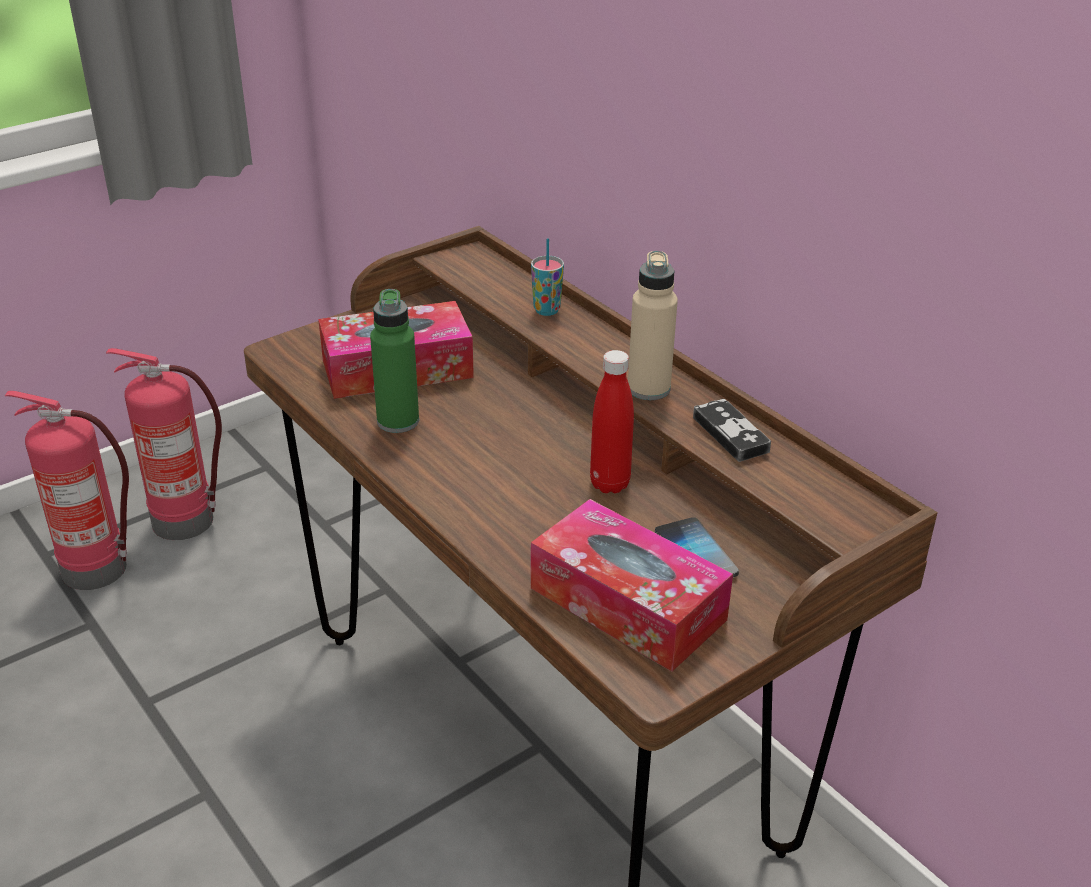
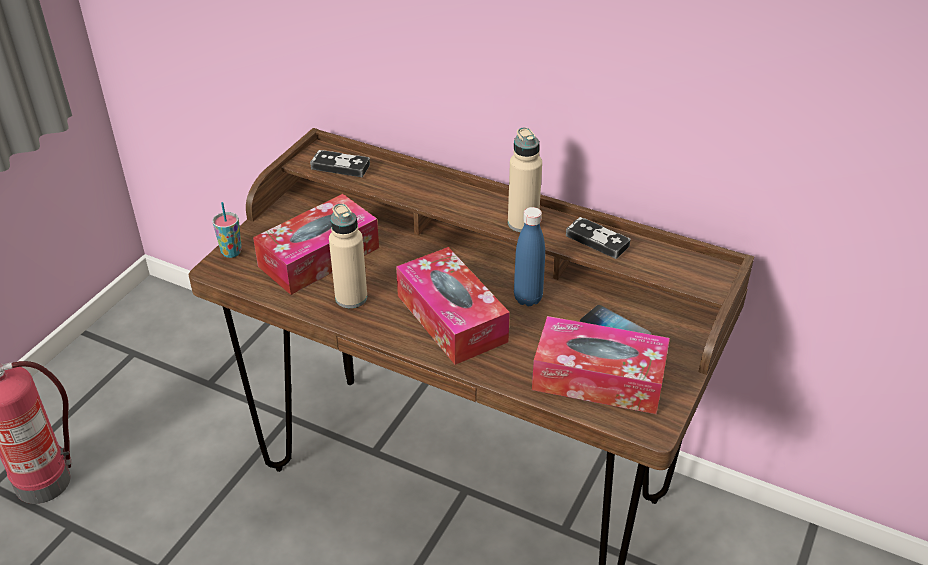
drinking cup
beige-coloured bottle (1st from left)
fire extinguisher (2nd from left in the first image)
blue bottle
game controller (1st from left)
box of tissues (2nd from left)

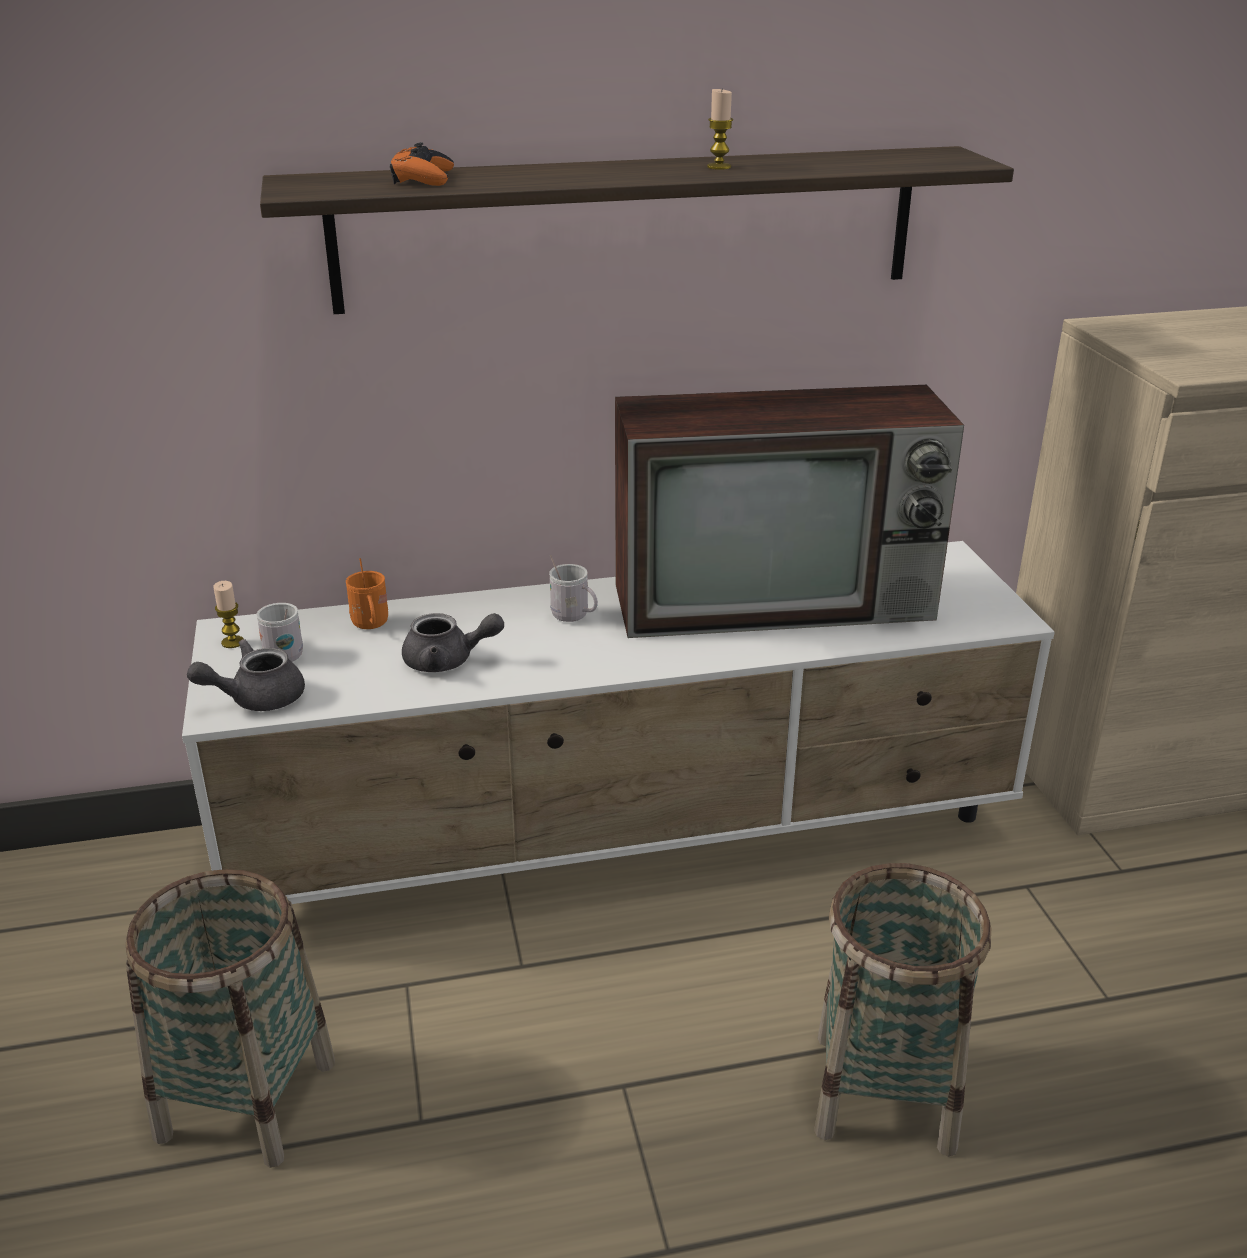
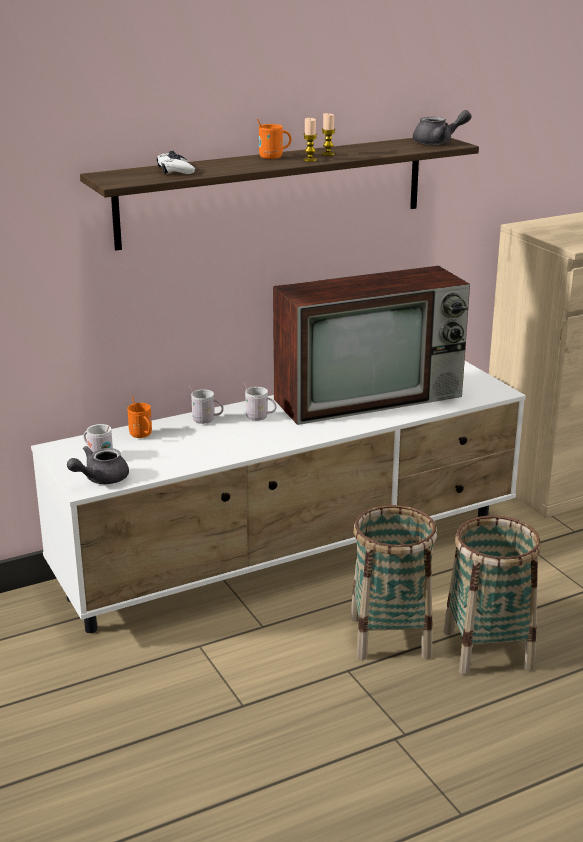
white game controller
candle (1st from left)
gray tea pot (2nd from left)
storage basket (1st from left)
orangey coffee mug (2nd from left)
white coffee mug (2nd from left)

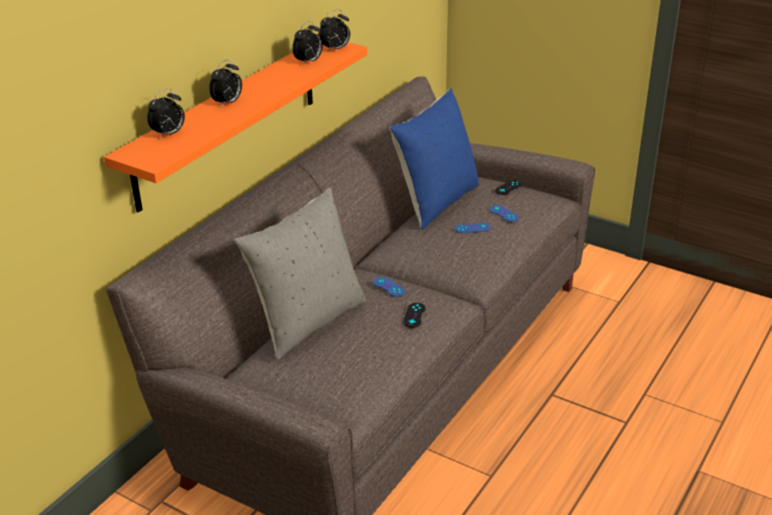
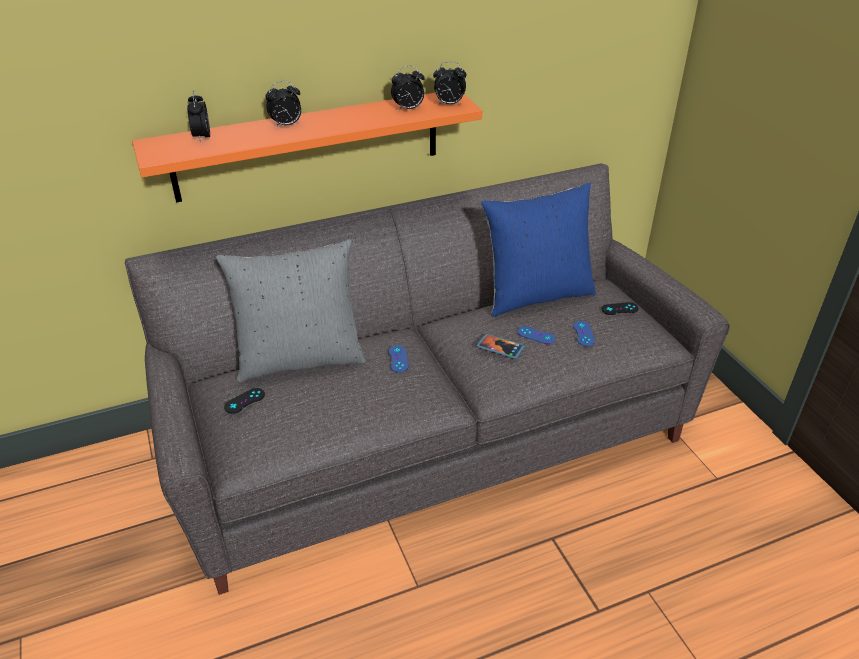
table clock (1st from left)
black game controller (1st from left)
phone

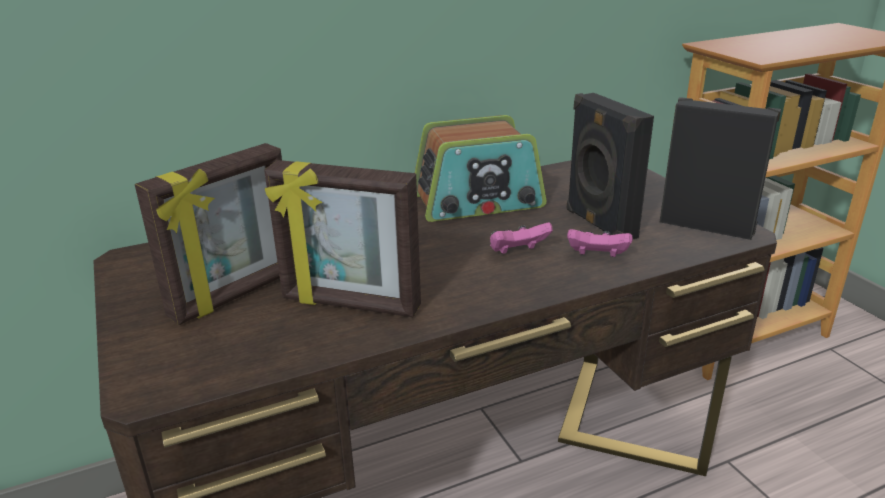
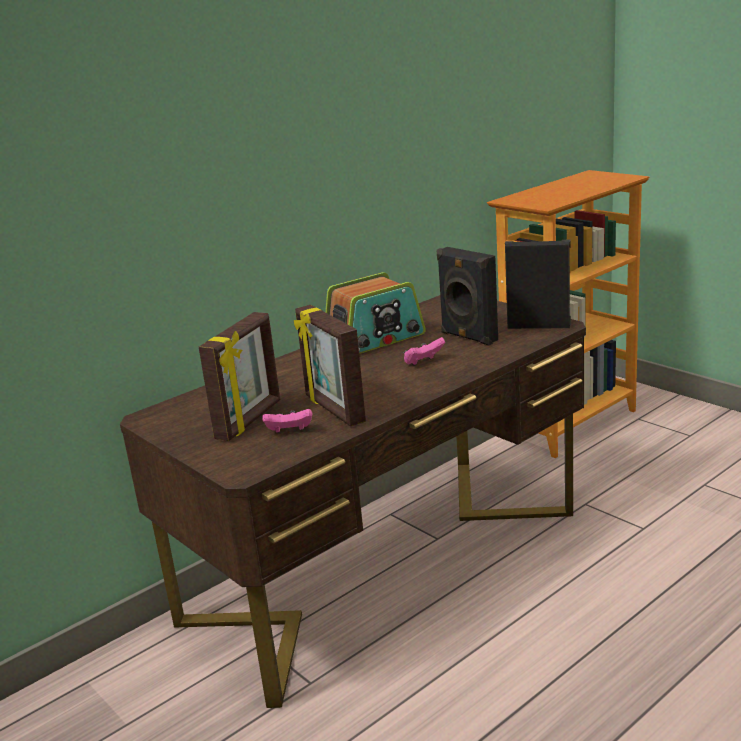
standing frame (2nd from left)
pink game controller (1st from left)

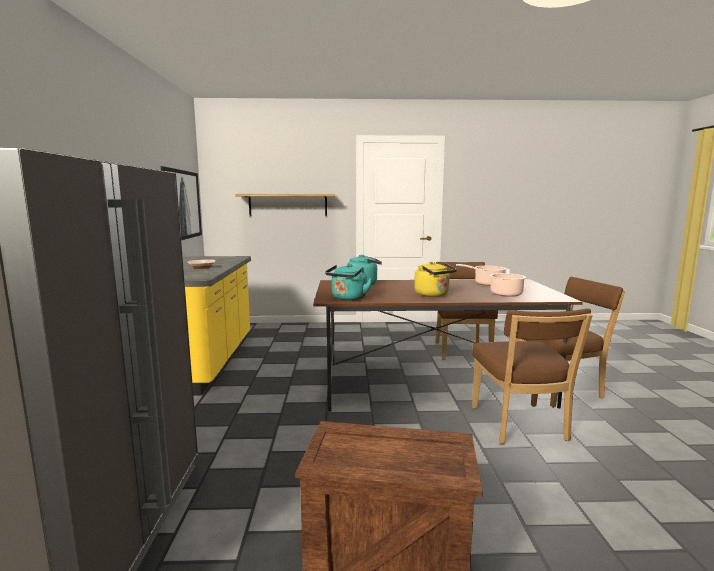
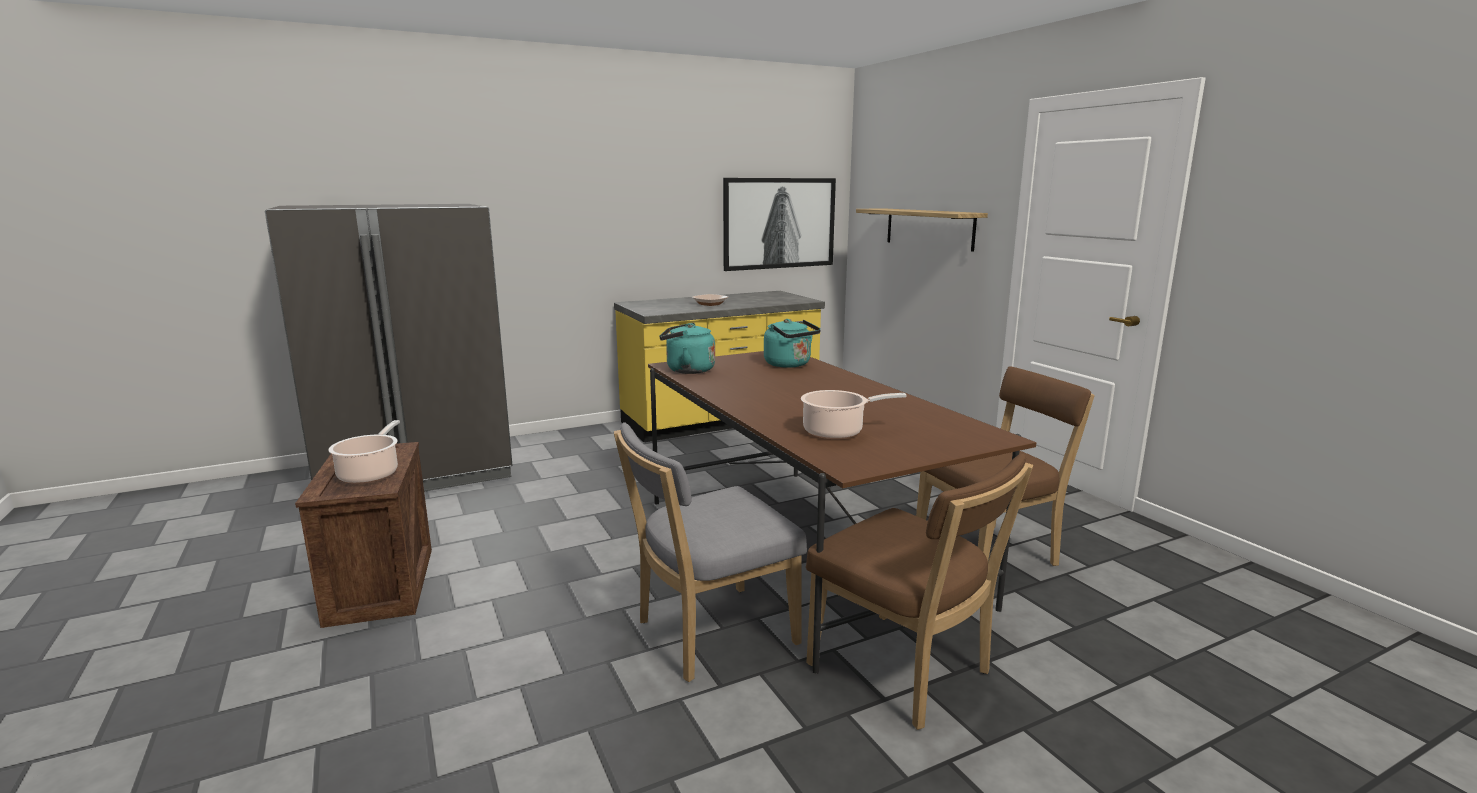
yellow-coloured tea kettle
saucepot (1st from left)
gray plain chair

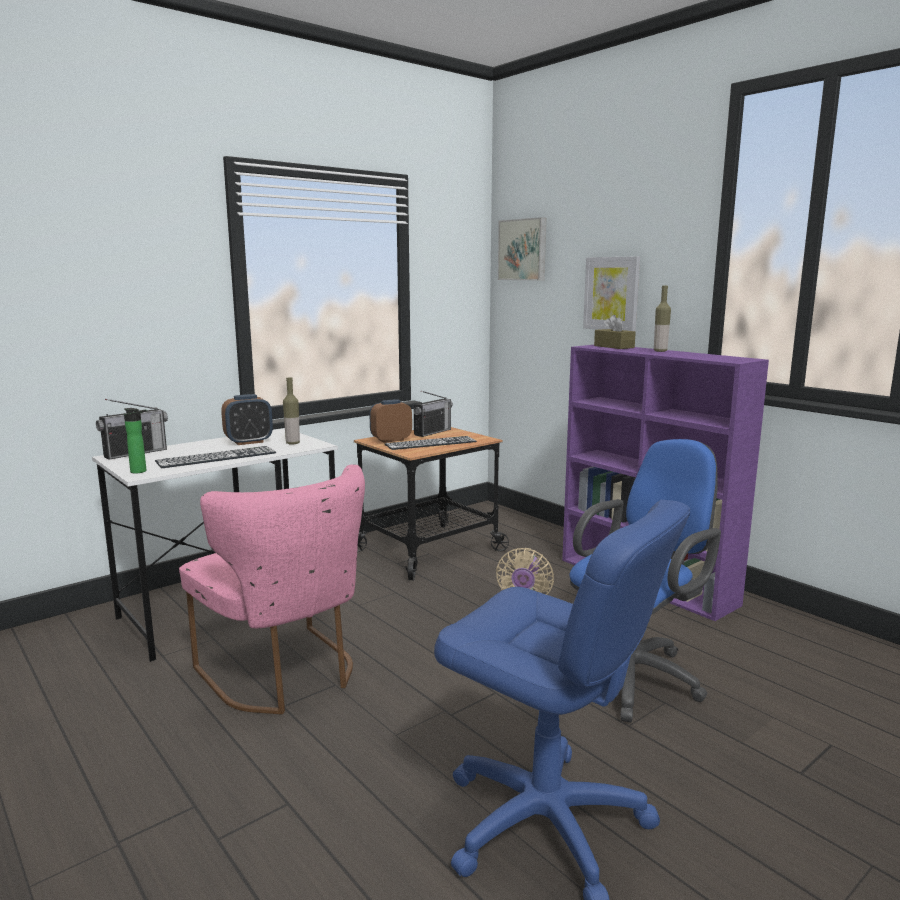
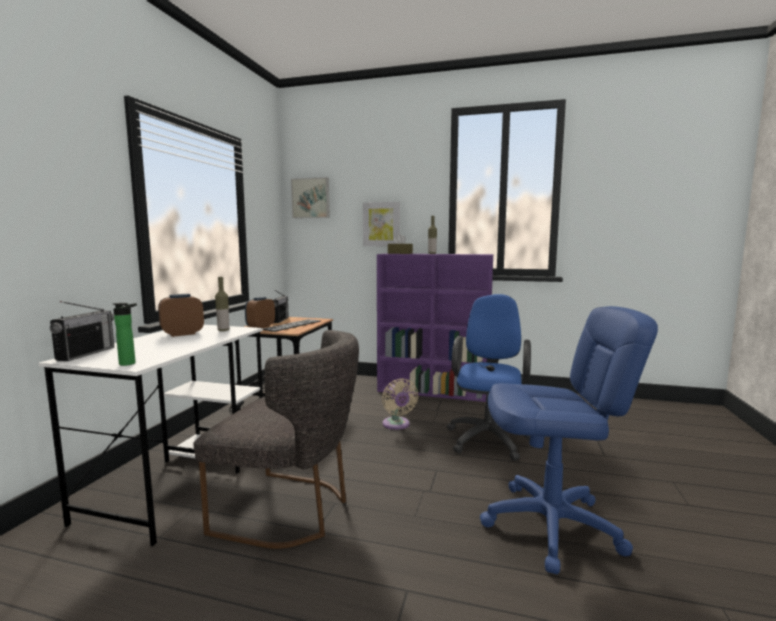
table clock (1st from left)
computer keyboard (1st from left in the first image)
gray plain chair

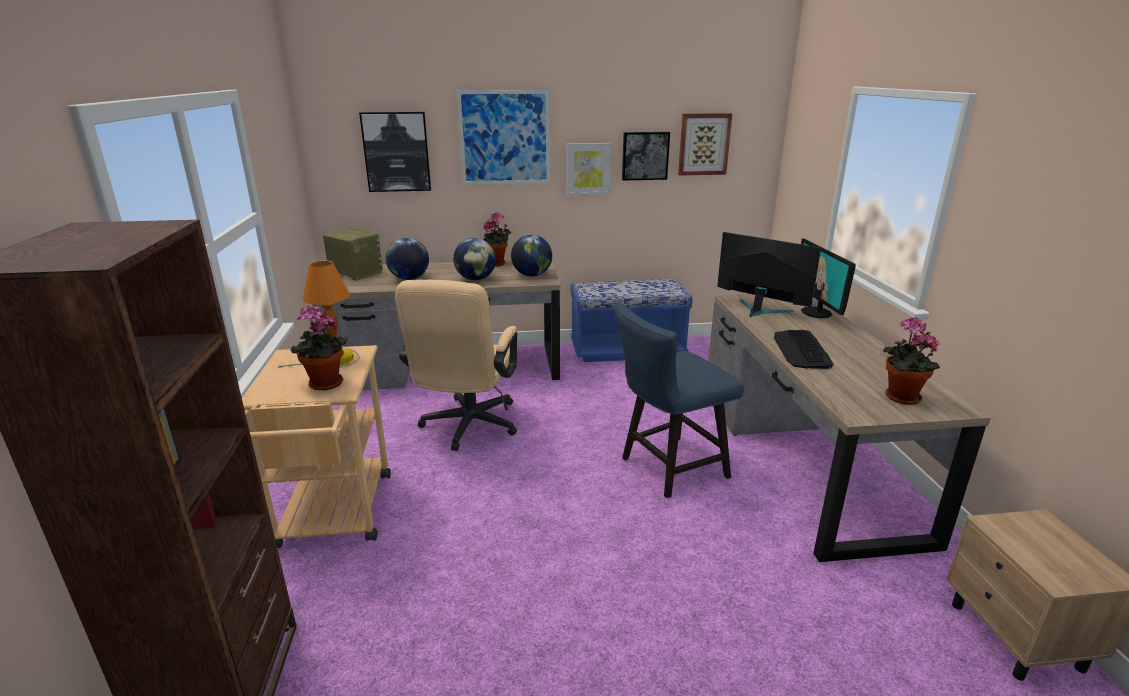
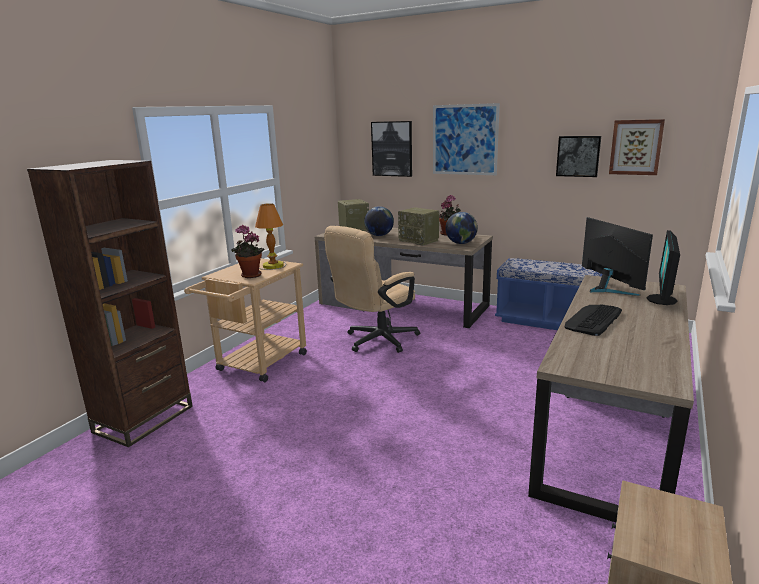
picture (3rd from left in the first image)
radio receiver (2nd from left)
blue plain chair
potted plant (3rd from left in the first image)

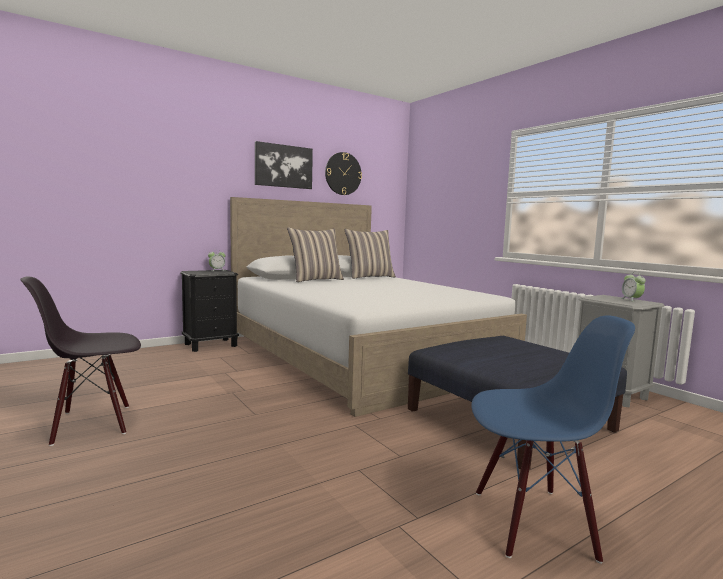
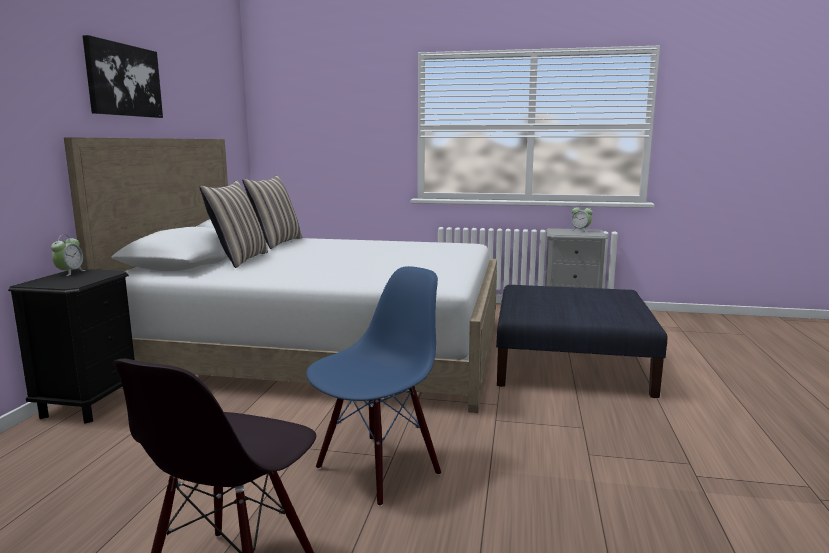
clock on the wall
blue plain chair

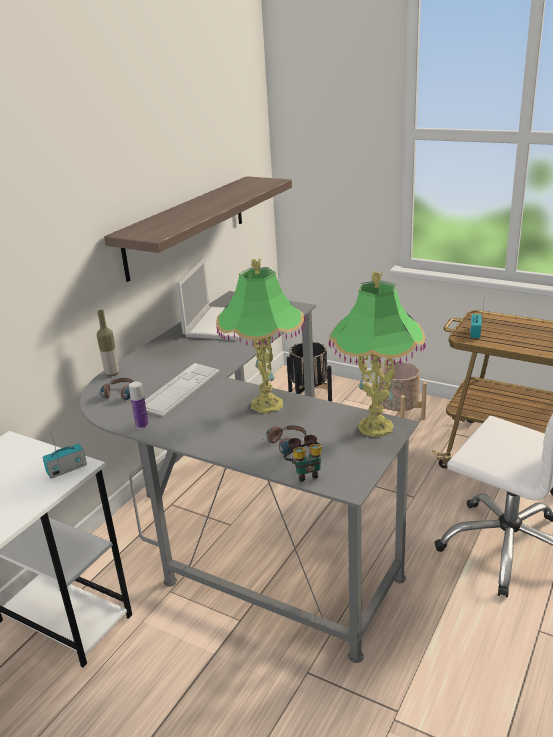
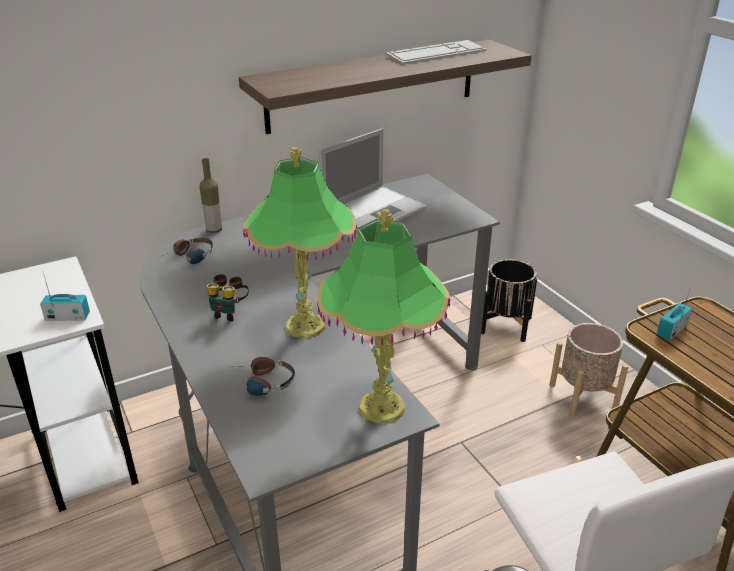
computer keyboard
bottle (2nd from left in the first image)
pair of binoculars

